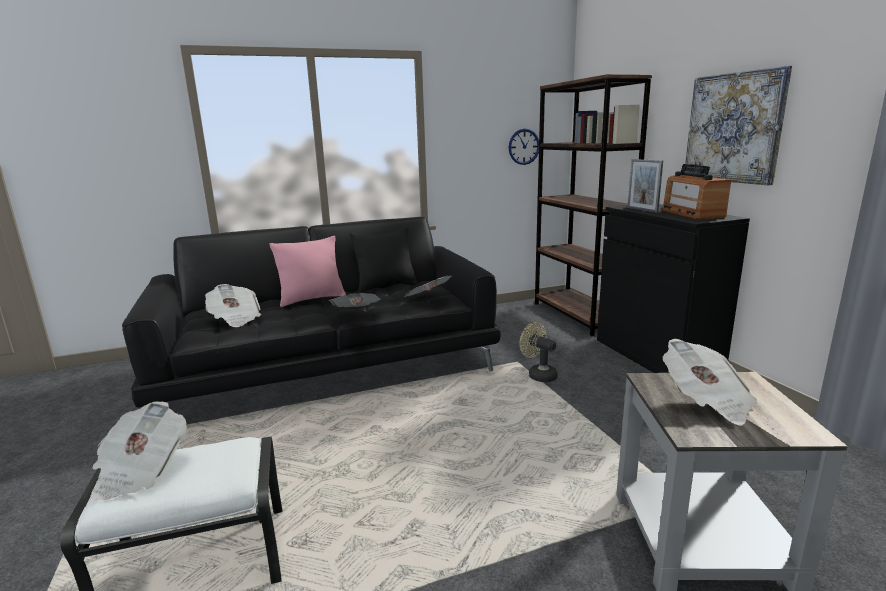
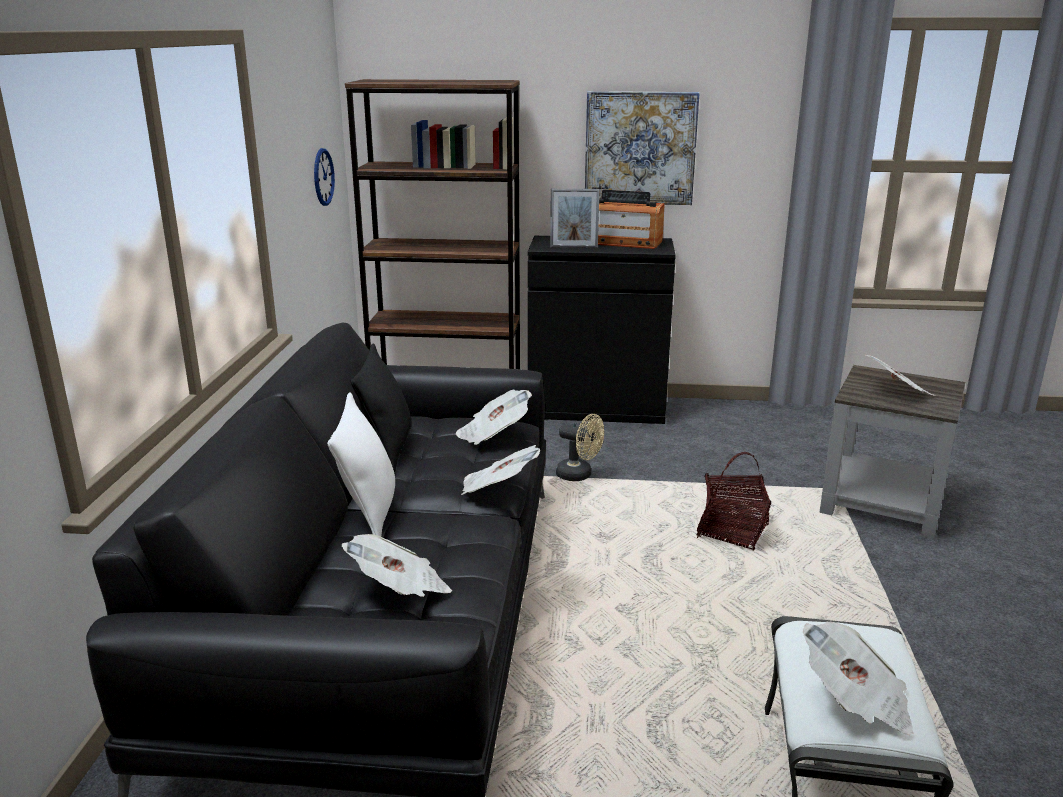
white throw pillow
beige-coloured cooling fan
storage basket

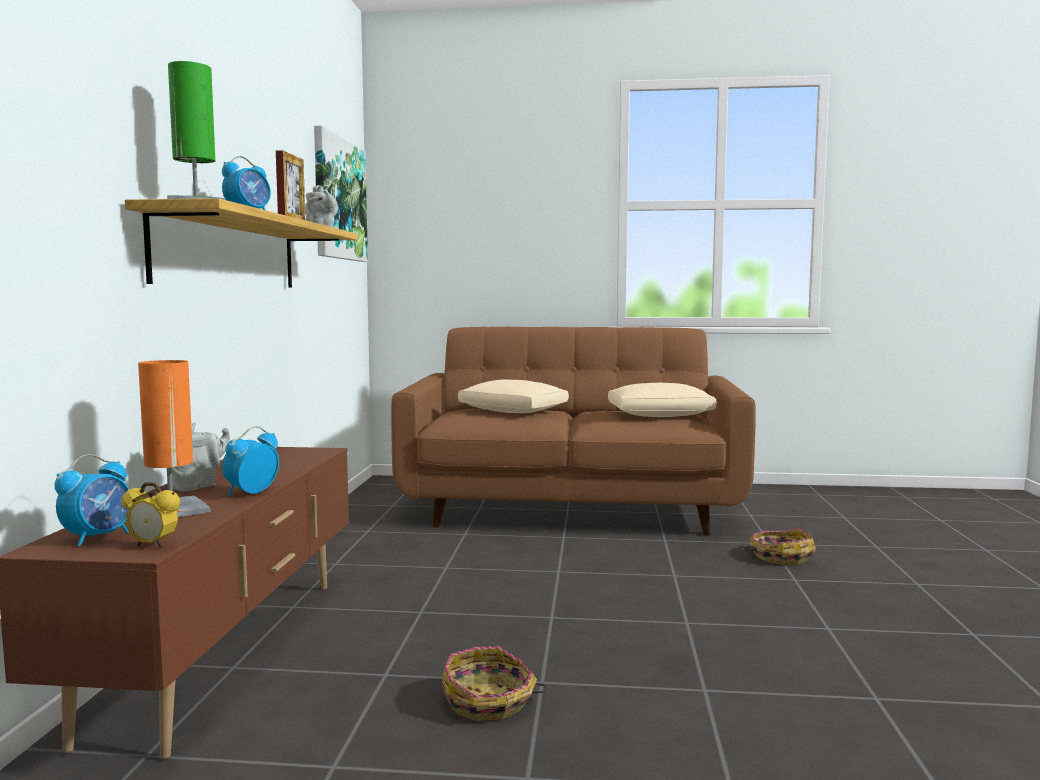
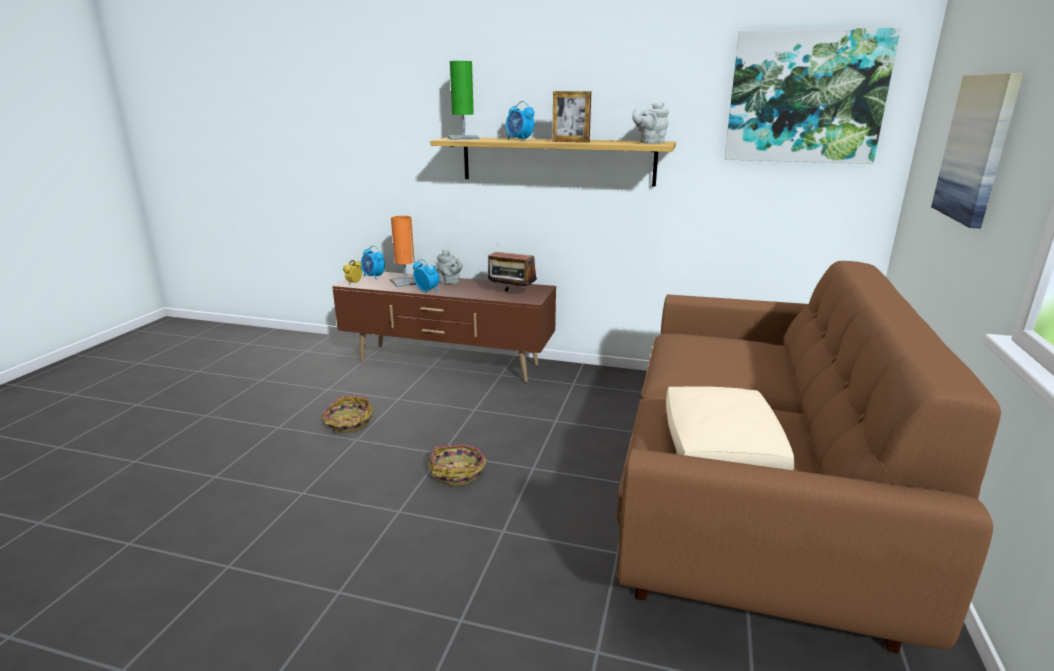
beige-coloured throw pillow (1st from left in the first image)
storage basket (2nd from left)
picture (2nd from left)
radio receiver

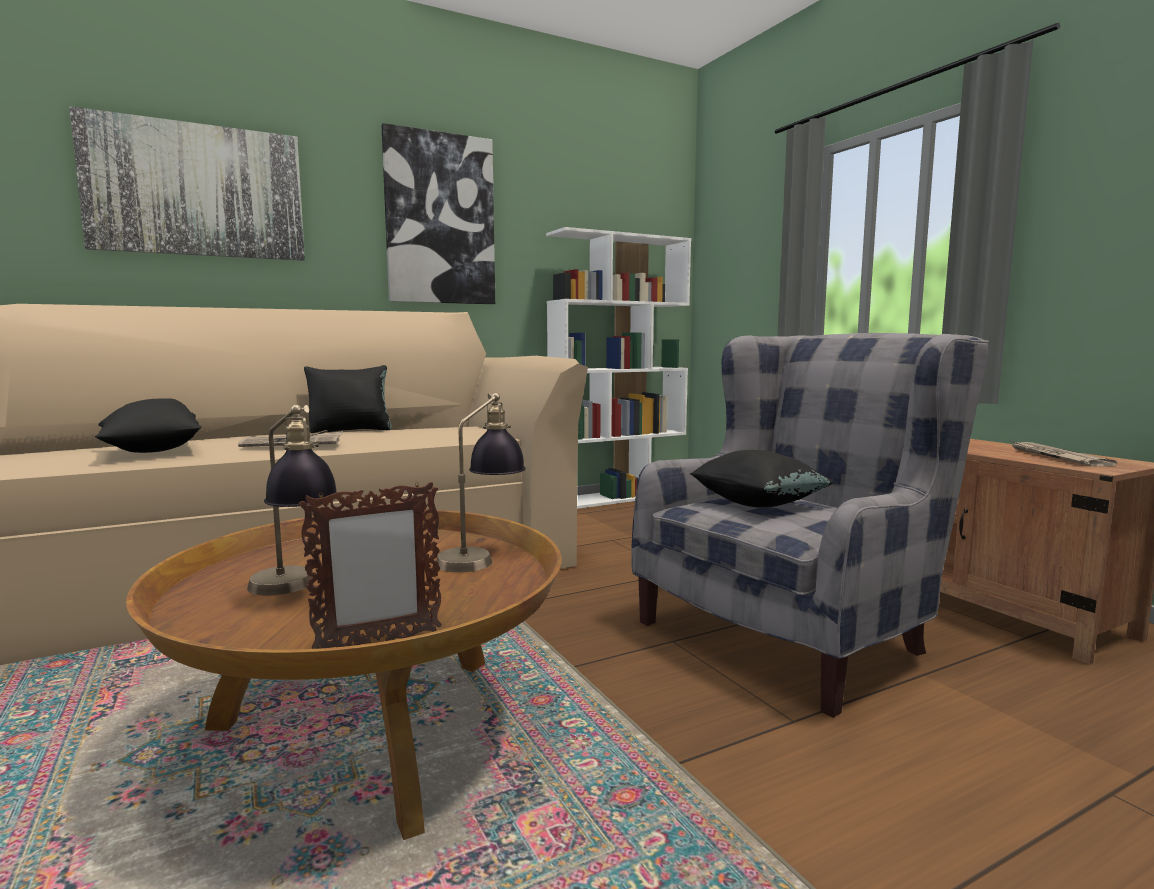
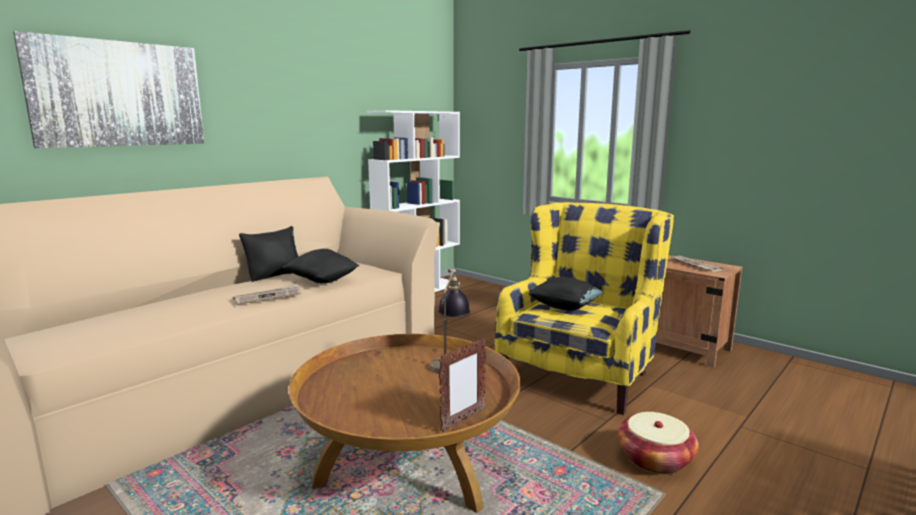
picture (2nd from left in the first image)
yellow-coloured easy chair
black throw pillow (2nd from left)
table lamp (1st from left in the first image)
storage basket

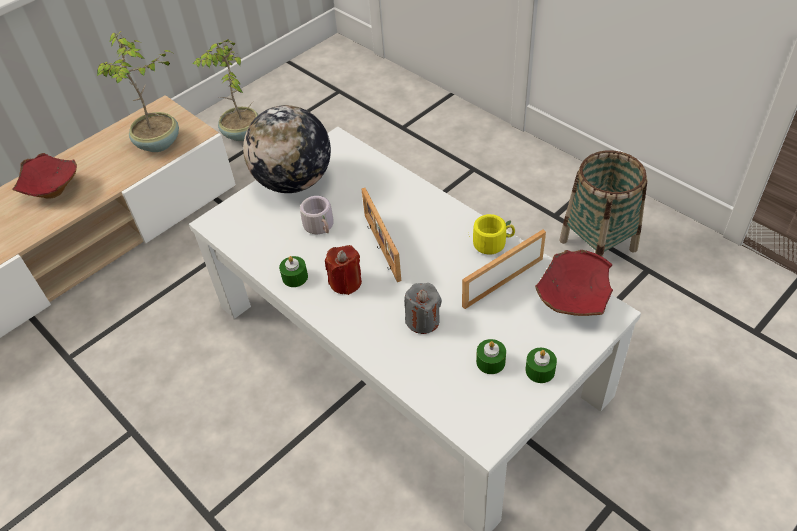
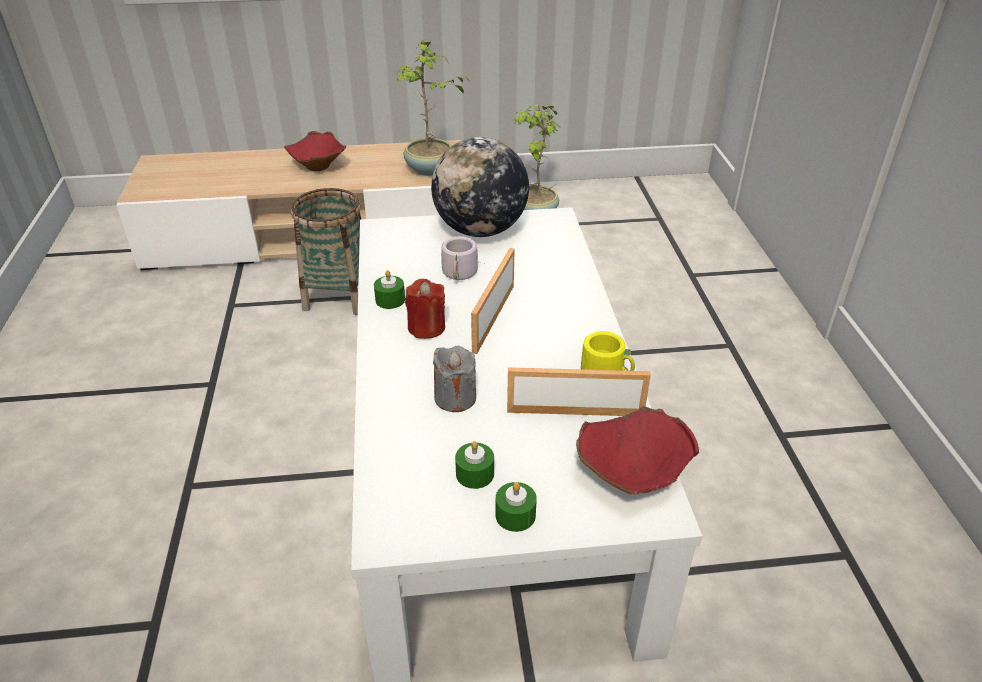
storage basket

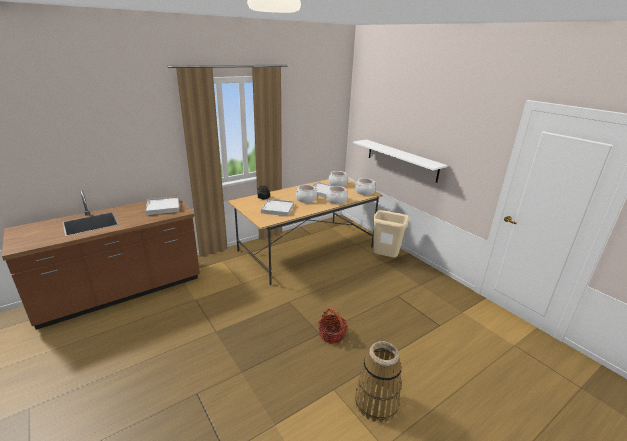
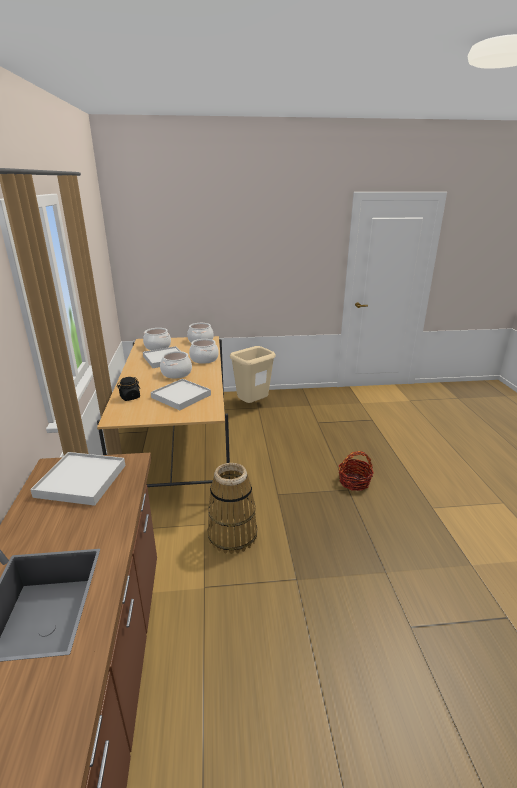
white shelf
storage basket (1st from left)

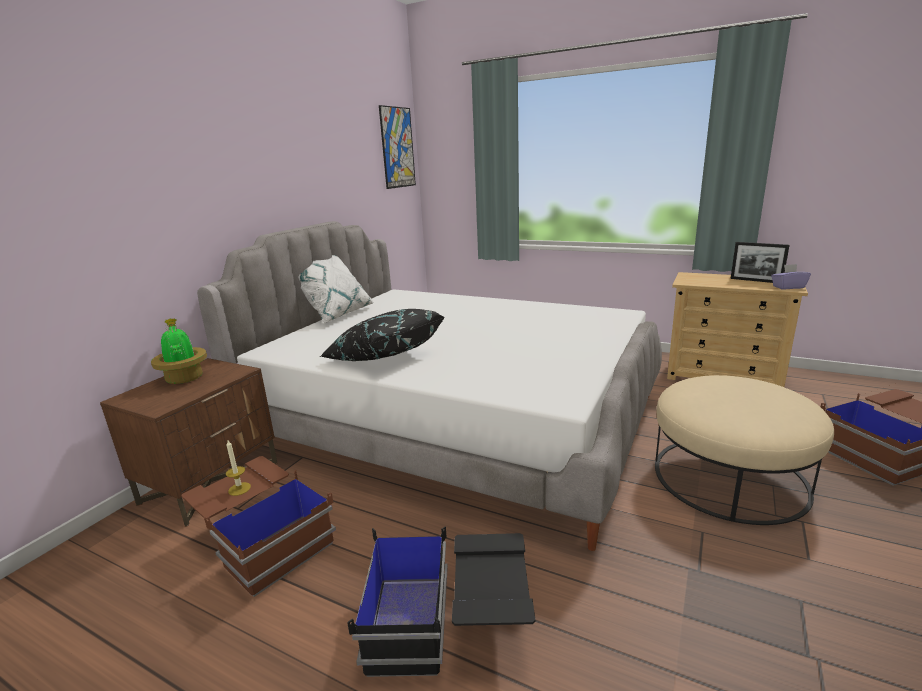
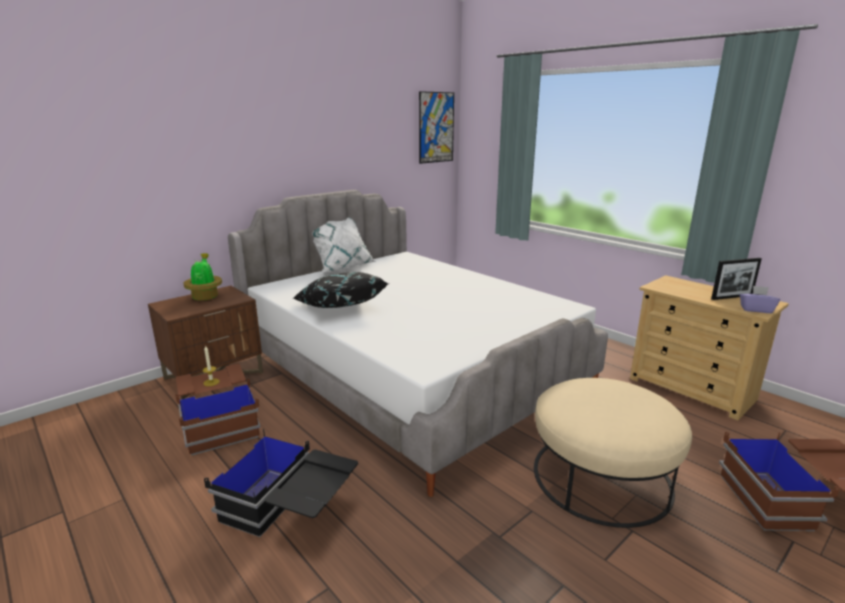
standing frame

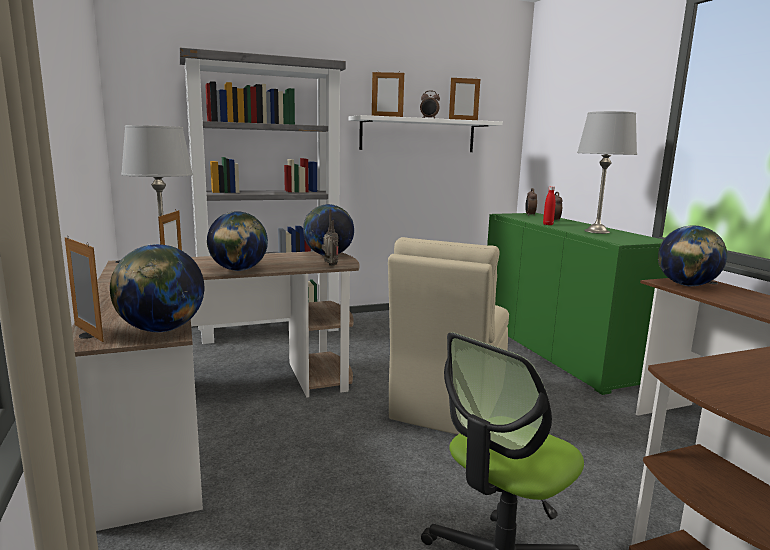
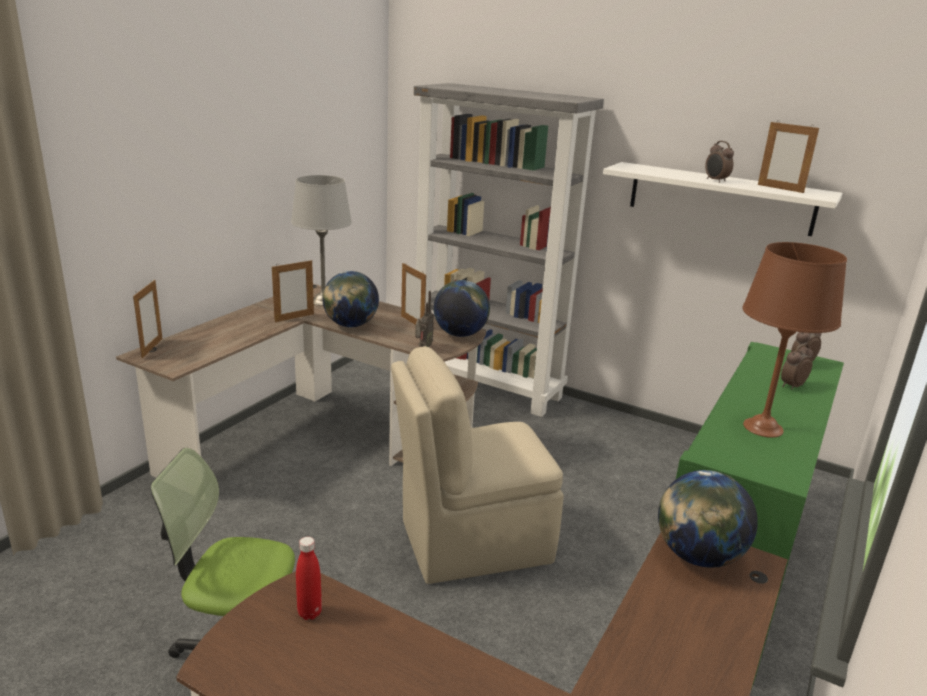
standing frame (3rd from left)
brown table lamp
red-coloured bottle
globe (1st from left in the first image)

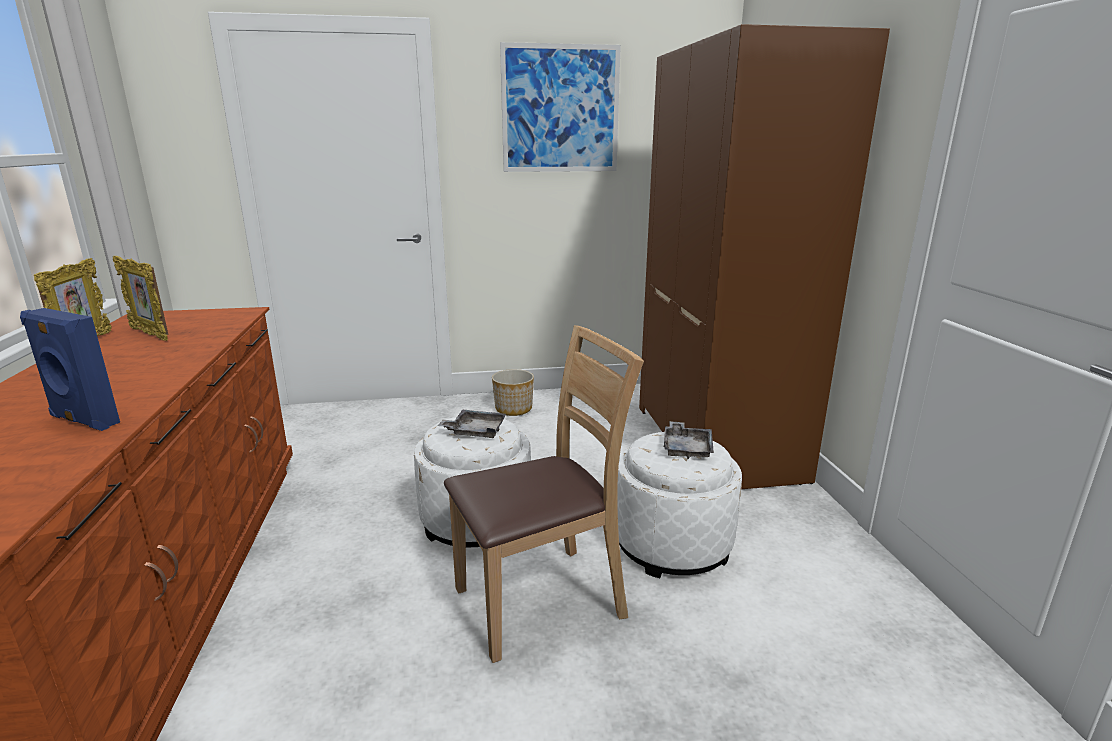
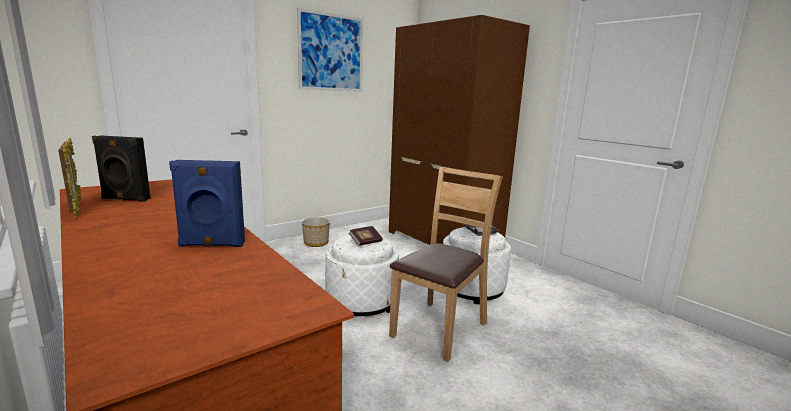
black speaker
bound book

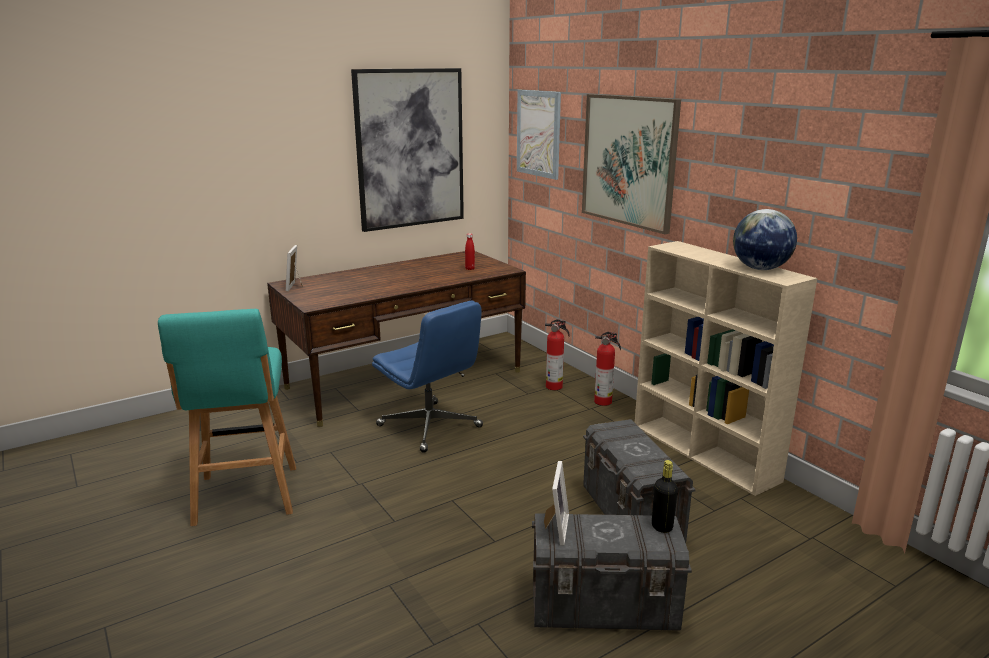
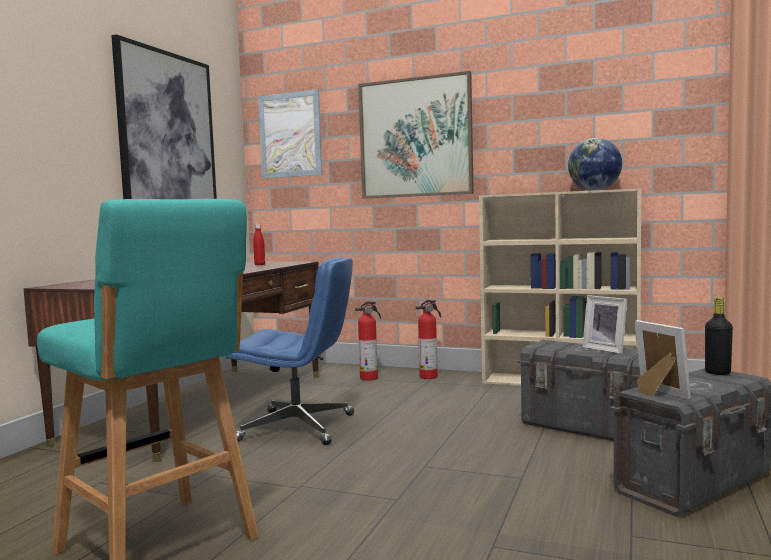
standing frame (1st from left)

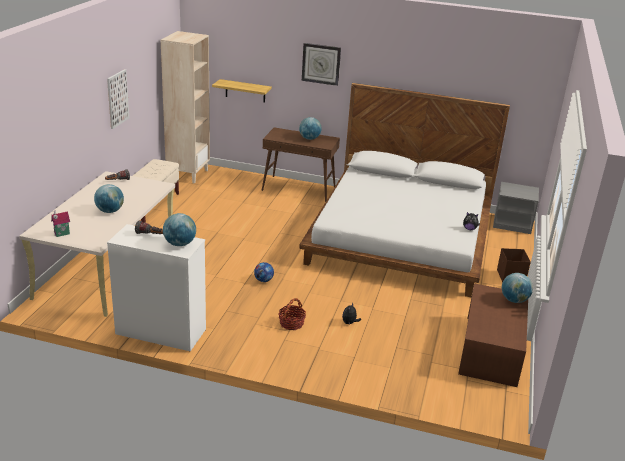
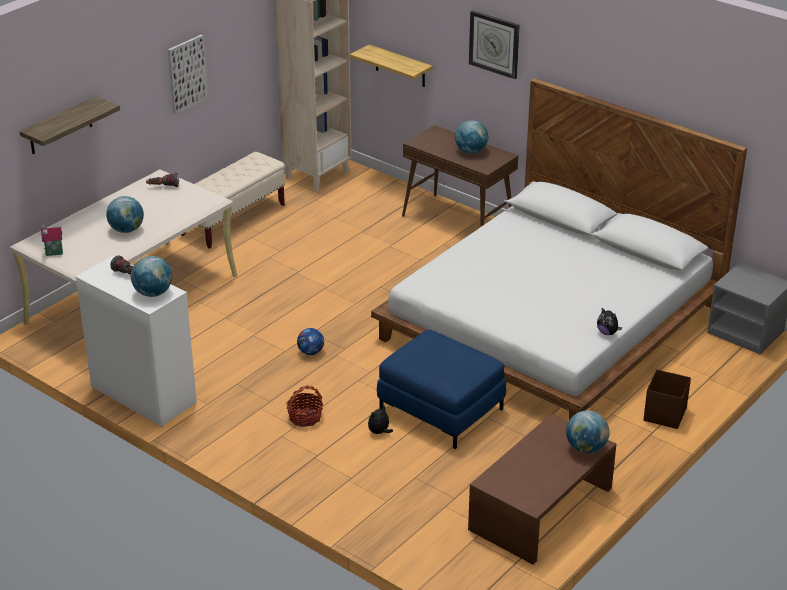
shelf (1st from left)
blue footrest

